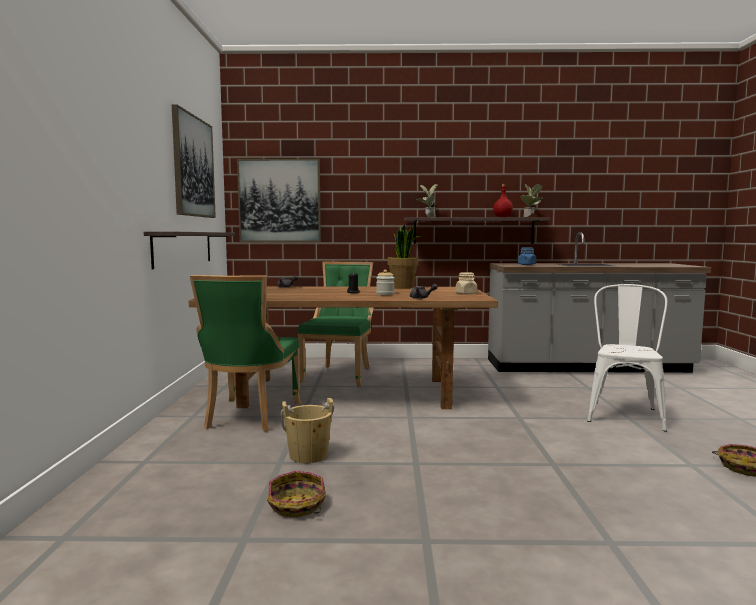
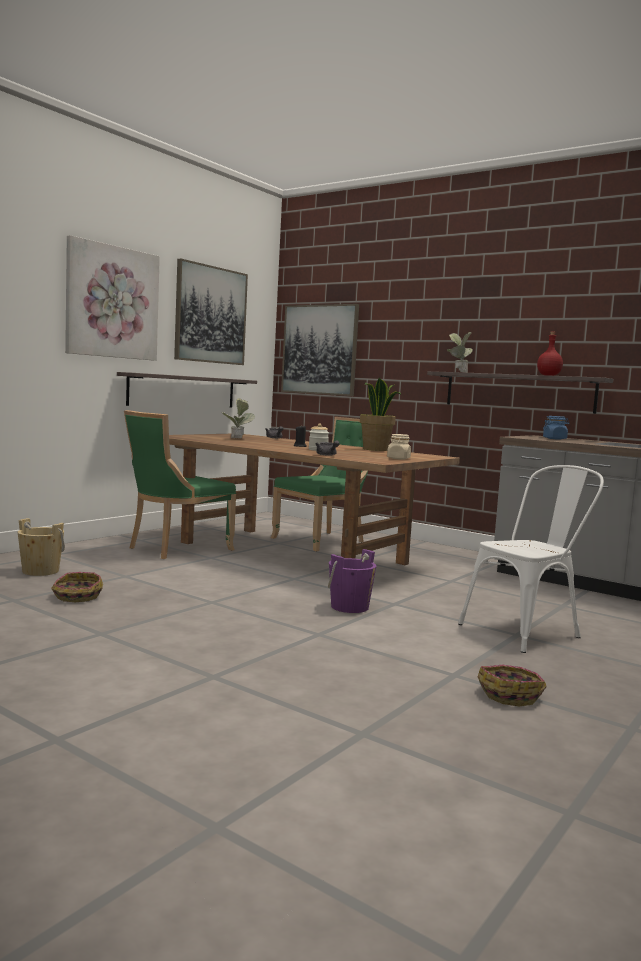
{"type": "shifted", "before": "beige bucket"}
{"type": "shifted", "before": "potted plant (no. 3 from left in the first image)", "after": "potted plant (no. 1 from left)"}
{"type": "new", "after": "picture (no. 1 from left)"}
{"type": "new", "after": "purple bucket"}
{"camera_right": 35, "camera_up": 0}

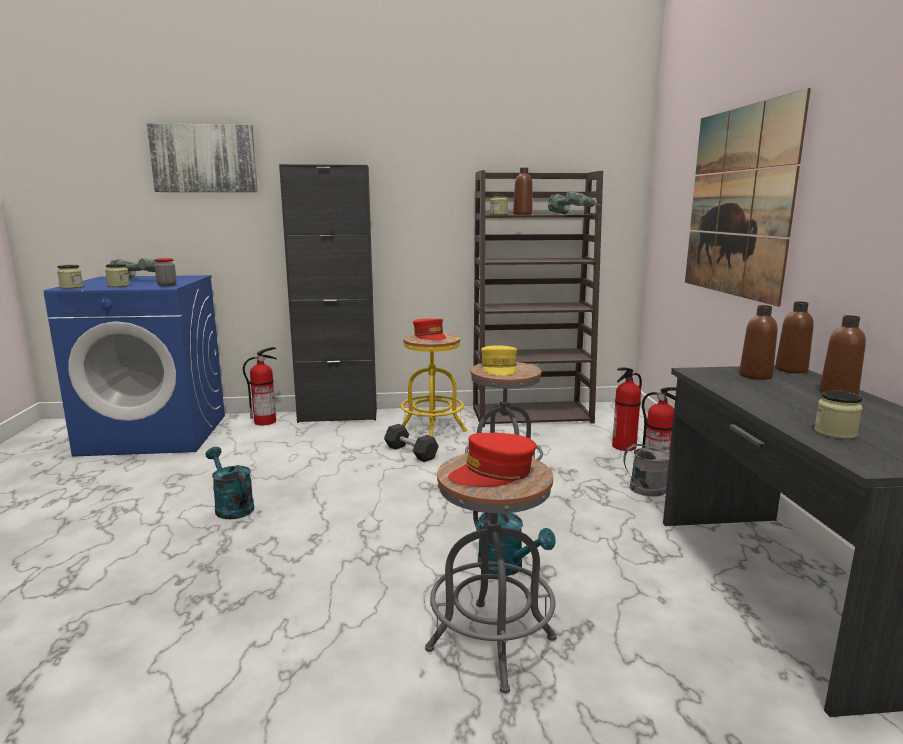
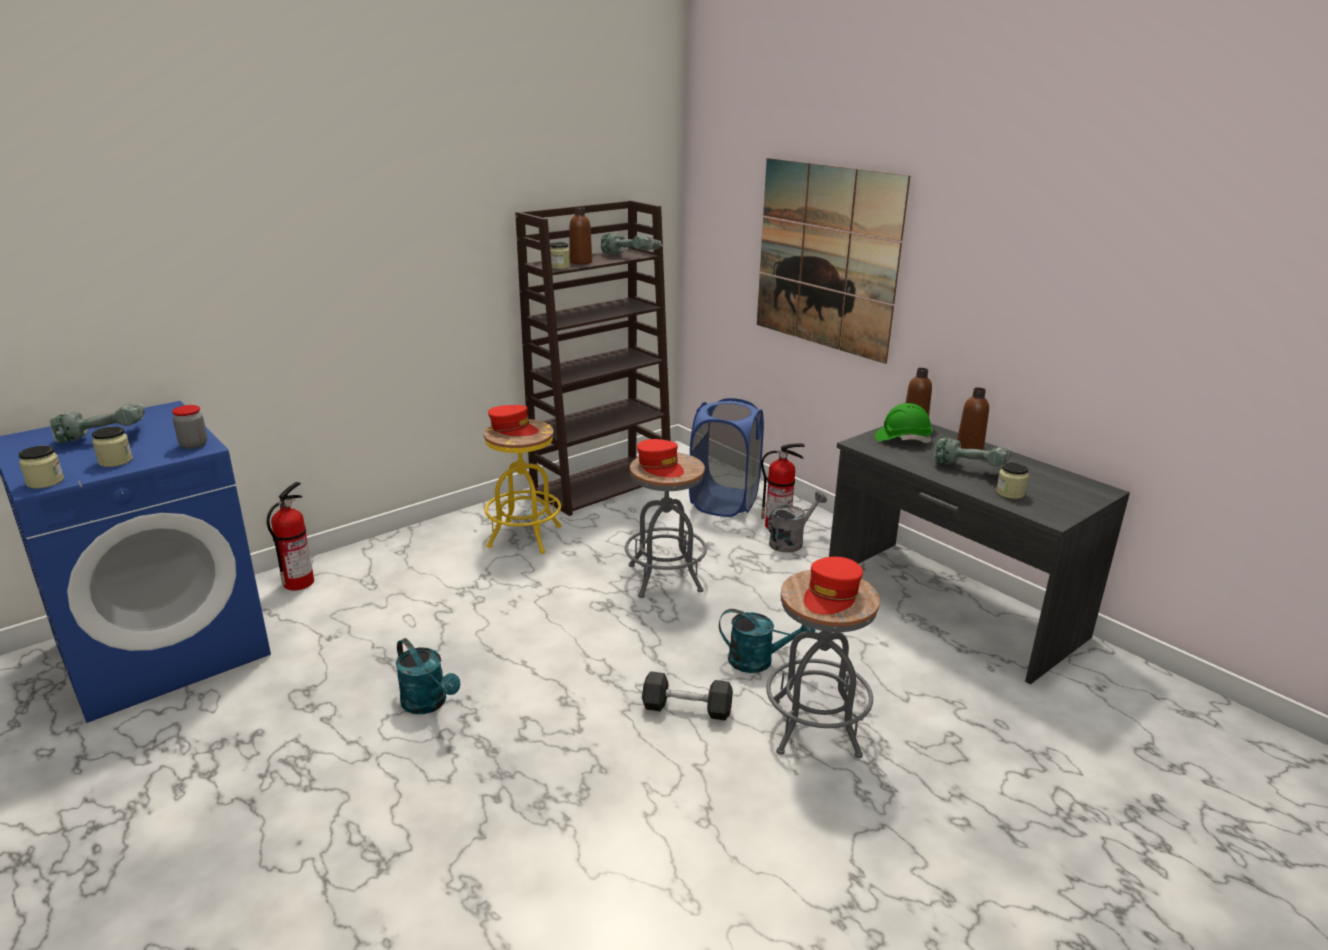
{"type": "gone", "before": "picture (no. 1 from left)"}
{"type": "rotated", "before": "turquoise watering can (no. 1 from left)", "turn": -150}
{"type": "gone", "before": "black cabinet"}
{"type": "shifted", "before": "grey dumbbell"}
{"type": "repainted", "before": "yellow cap", "after": "red cap (no. 2 from left)"}
{"type": "swapped", "before": "fire extinguisher (no. 2 from left)", "after": "blue laundry basket"}
{"type": "swapped", "before": "brown bottle (no. 2 from left)", "after": "green hard hat"}
{"type": "new", "after": "power drill (no. 3 from left)"}
{"camera_right": -35, "camera_up": 10}

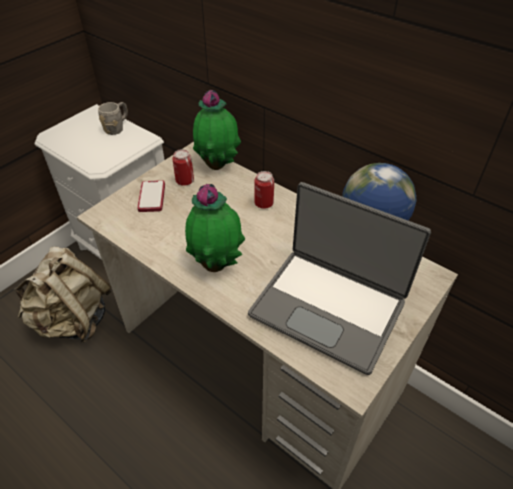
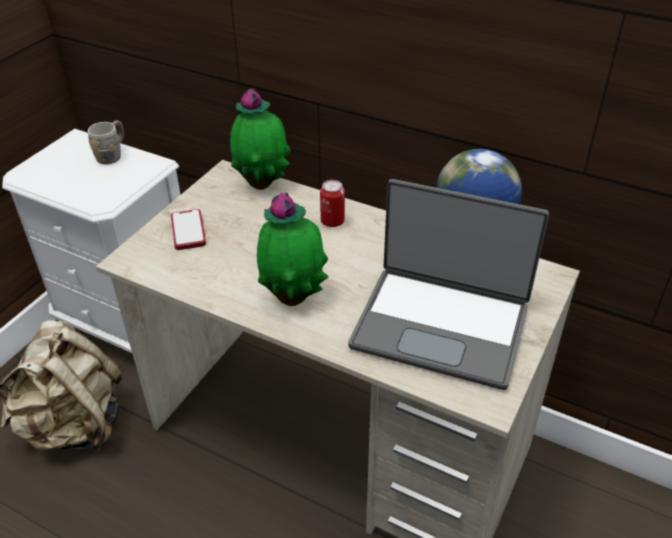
{"type": "gone", "before": "can (no. 1 from left)"}
{"camera_right": -10, "camera_up": -5}

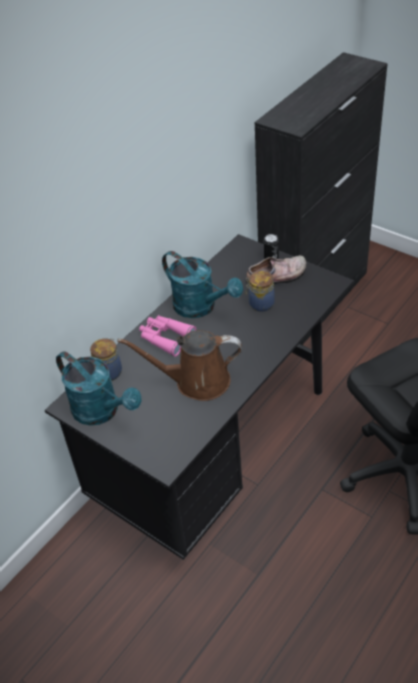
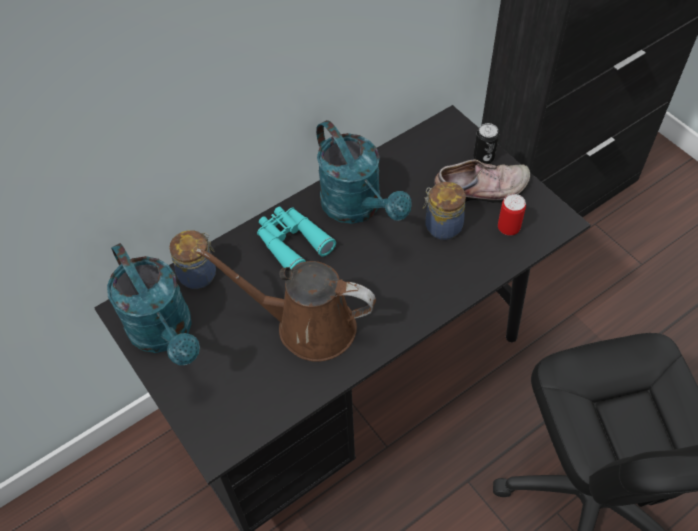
{"type": "repainted", "before": "pink binoculars", "after": "turquoise binoculars"}
{"type": "new", "after": "can (no. 2 from left)"}
{"camera_right": 15, "camera_up": 10}

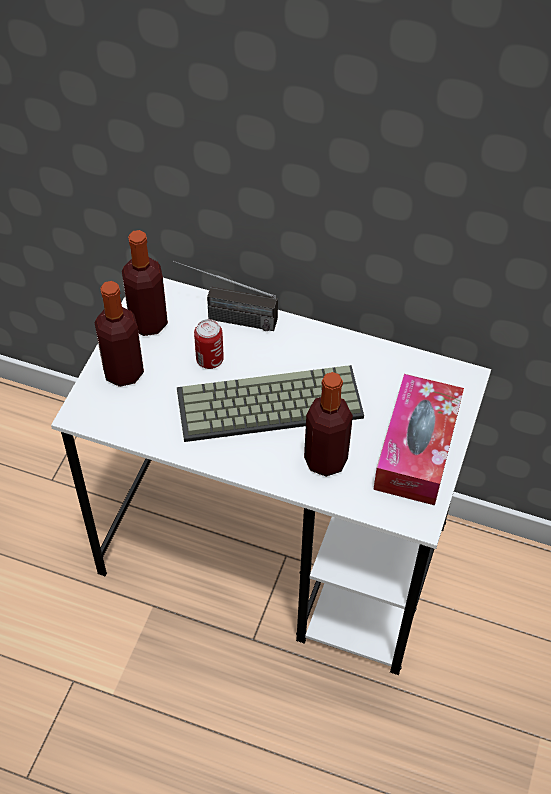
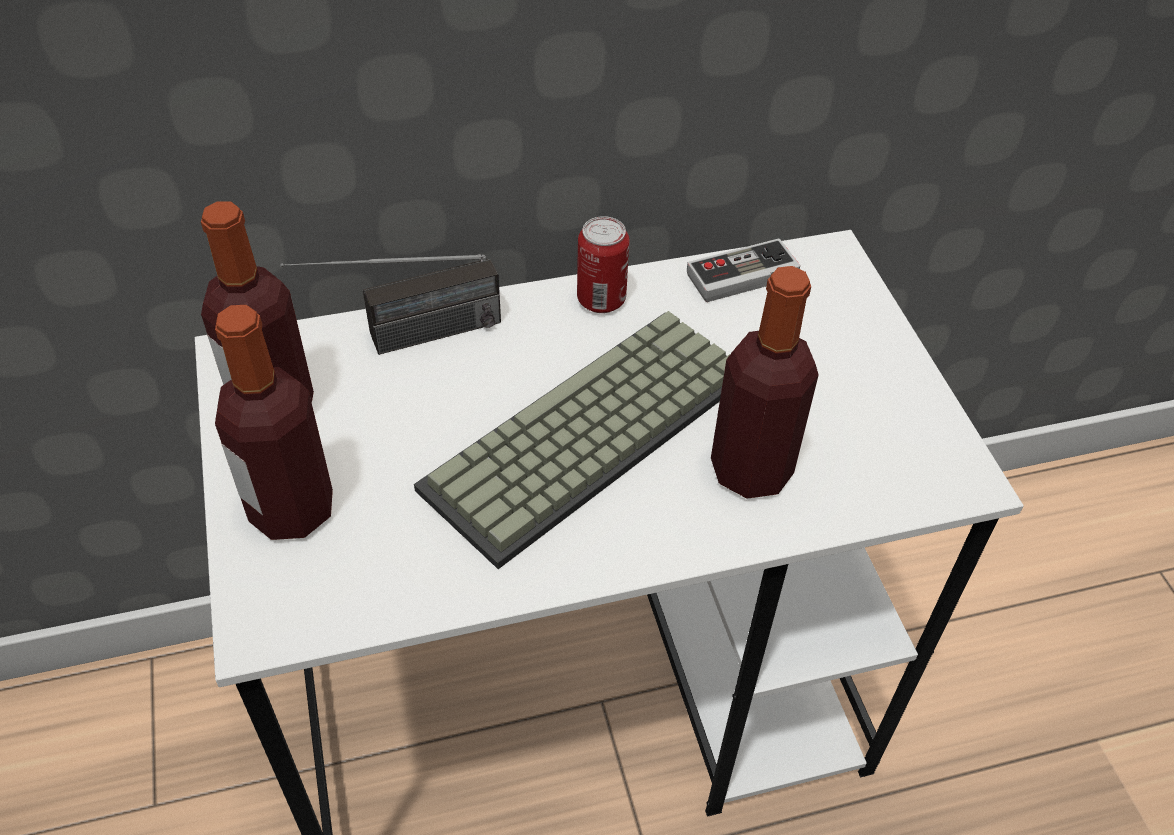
{"type": "shifted", "before": "can"}
{"type": "gone", "before": "tissue box"}
{"type": "new", "after": "game controller"}
{"camera_right": -35, "camera_up": -5}

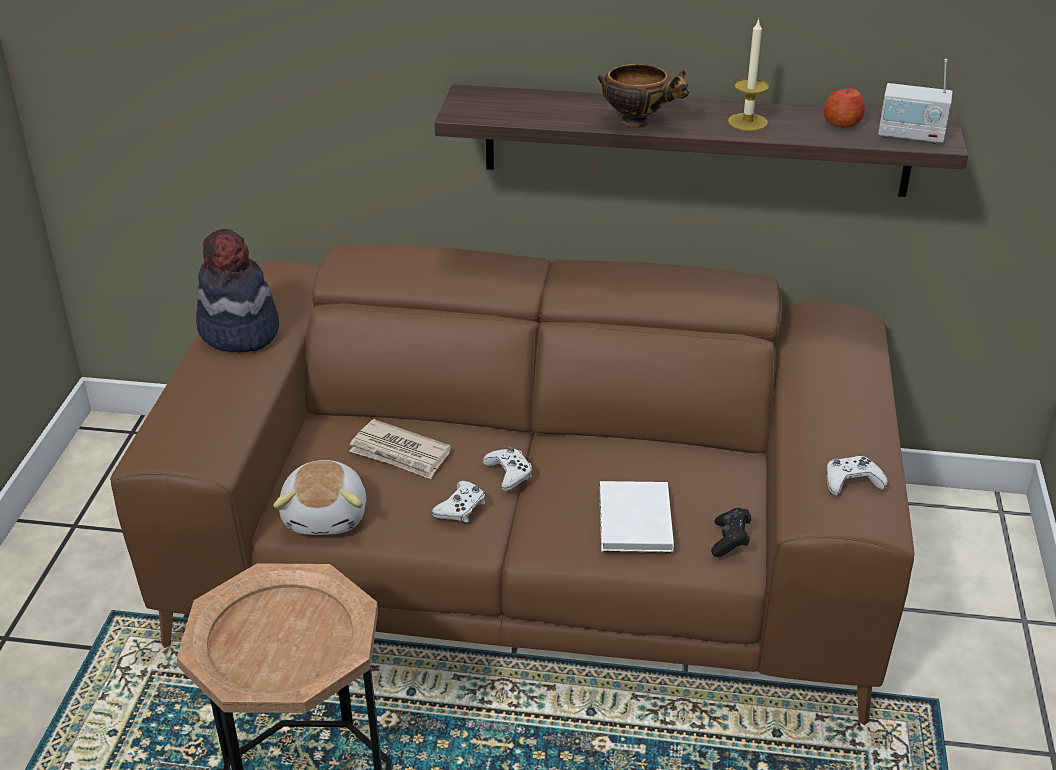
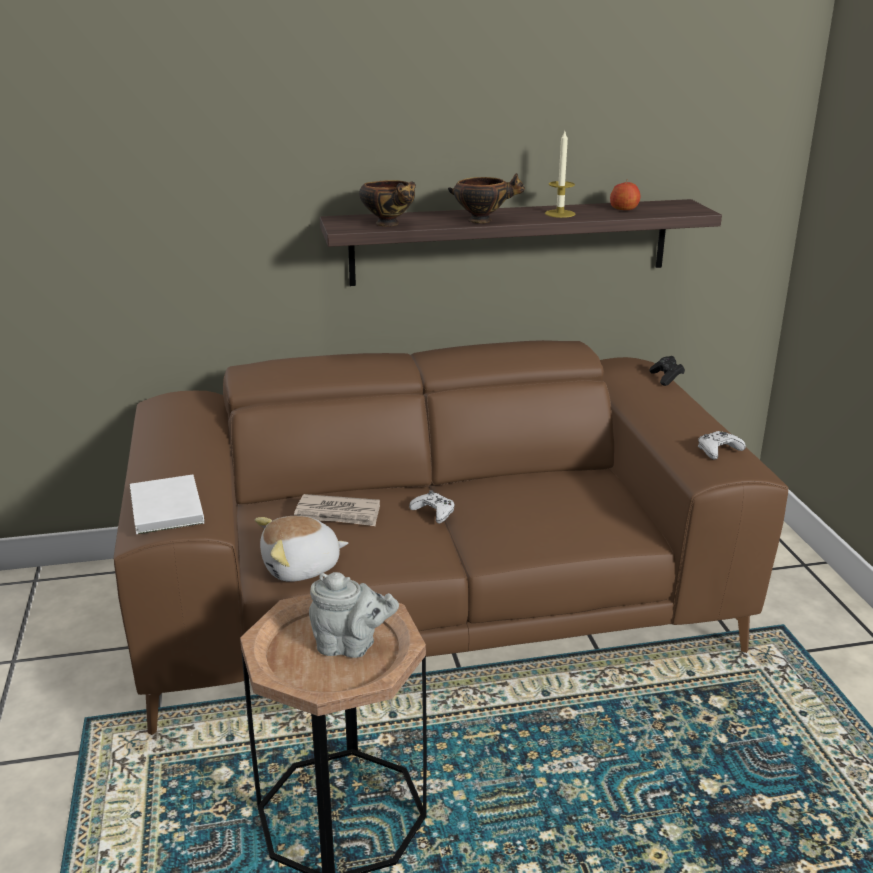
{"type": "gone", "before": "hat"}
{"type": "rotated", "before": "plush toy", "turn": 90}
{"type": "gone", "before": "white game controller (no. 1 from left)"}
{"type": "shifted", "before": "white book"}
{"type": "shifted", "before": "black game controller"}
{"type": "gone", "before": "radio"}
{"type": "new", "after": "grey teapot"}
{"type": "new", "after": "bowl (no. 1 from left)"}
{"camera_right": -20, "camera_up": -10}

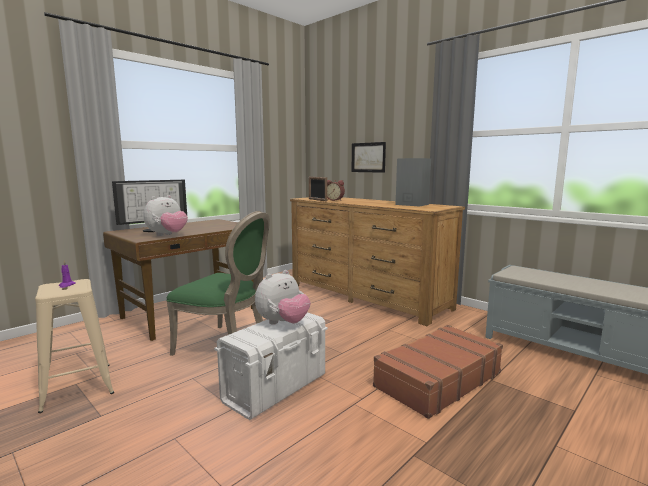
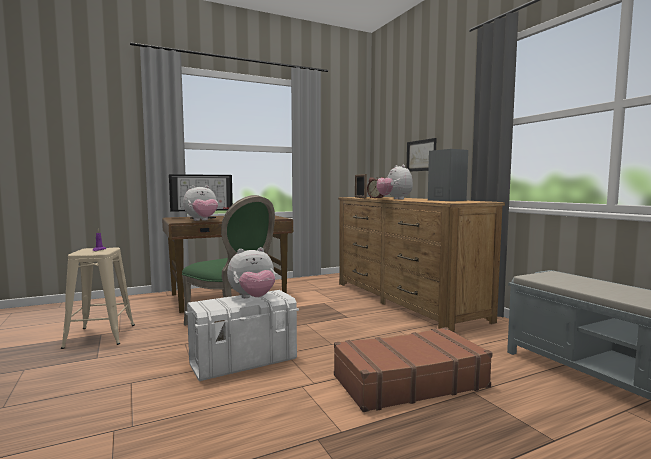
{"type": "new", "after": "plush toy (no. 3 from left)"}
{"camera_right": 20, "camera_up": -5}

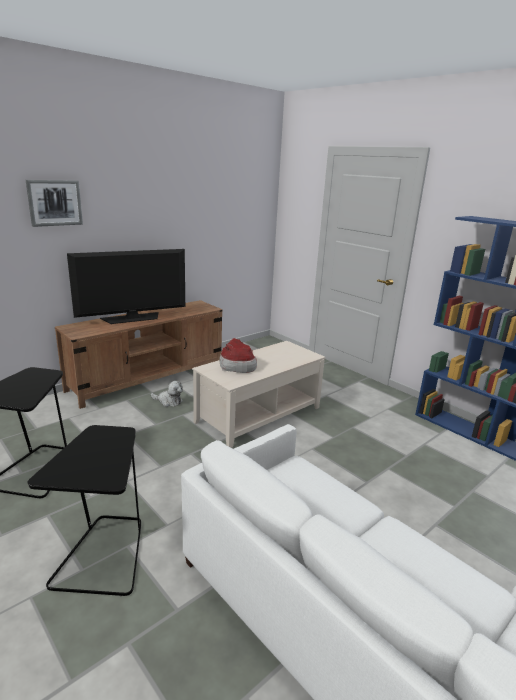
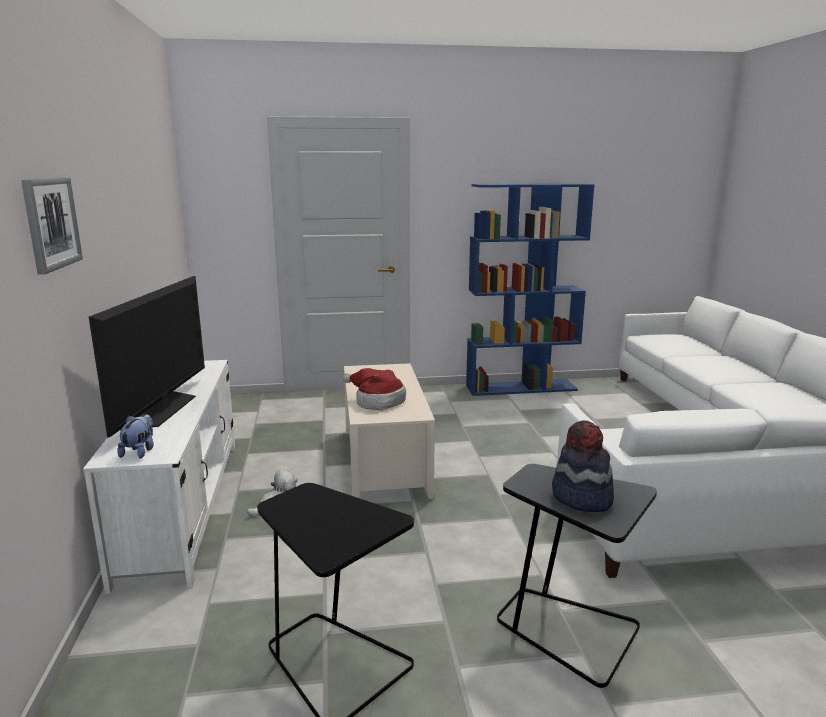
{"type": "repainted", "before": "brown tv stand", "after": "white tv stand"}
{"type": "new", "after": "plush toy (no. 1 from left)"}
{"type": "new", "after": "hat (no. 2 from left)"}
{"camera_right": -55, "camera_up": -5}

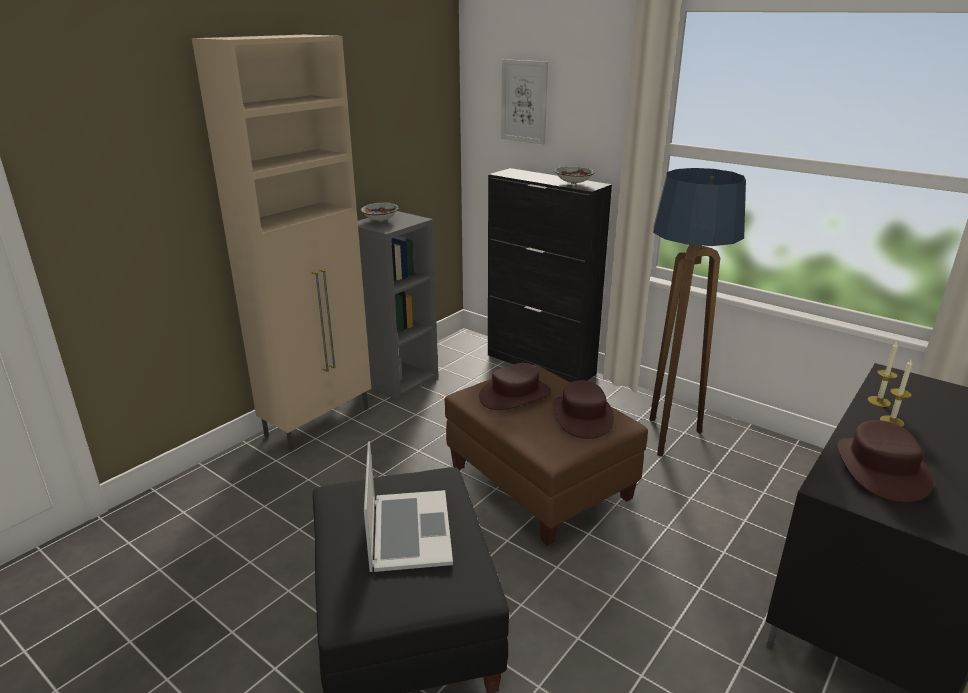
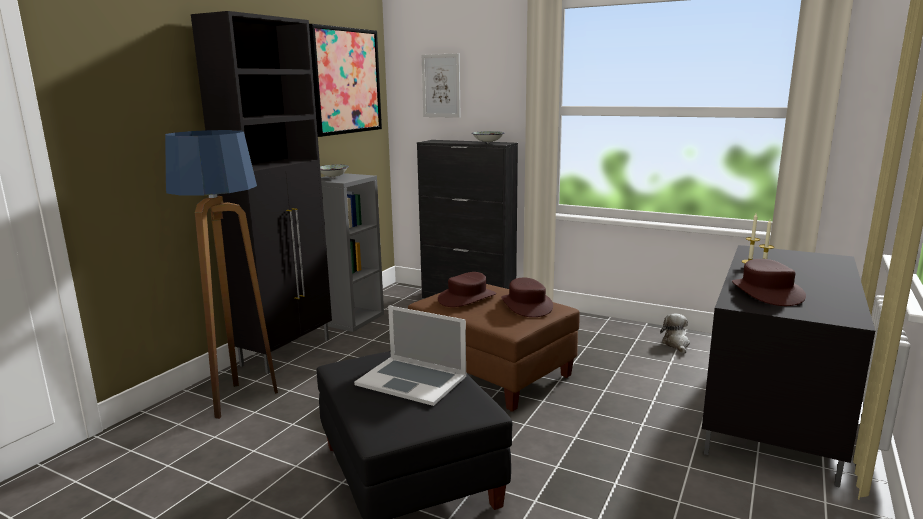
{"type": "repainted", "before": "beige cabinet", "after": "black cabinet (no. 1 from left)"}
{"type": "rotated", "before": "laptop", "turn": 135}
{"type": "shifted", "before": "floor lamp"}
{"type": "new", "after": "picture (no. 1 from left)"}
{"type": "new", "after": "plush toy"}
{"camera_right": -10, "camera_up": -10}

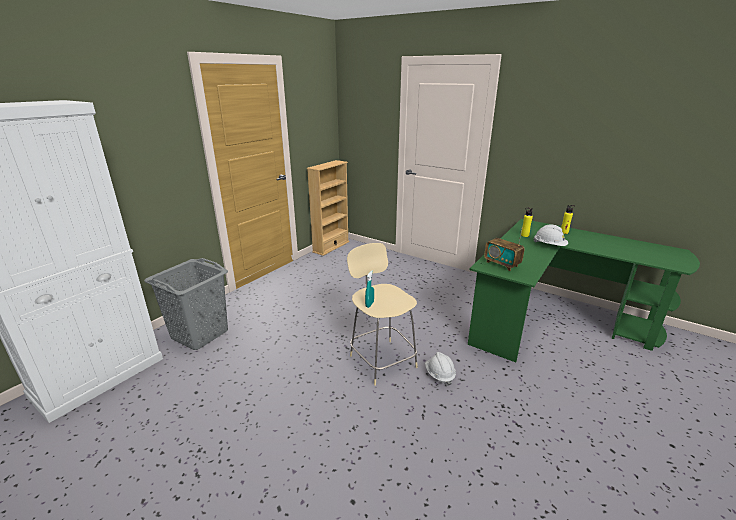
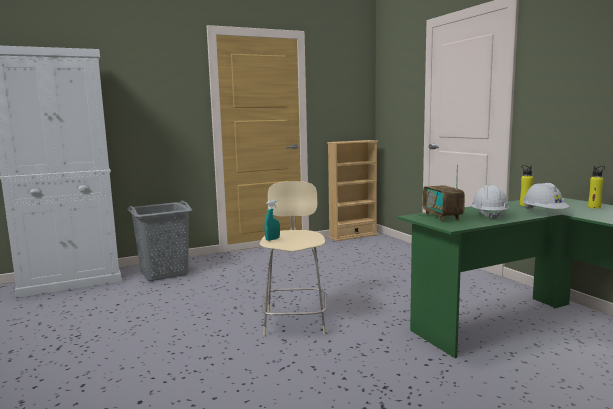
{"type": "shifted", "before": "white hard hat (no. 1 from left)"}
{"camera_right": 30, "camera_up": -15}

